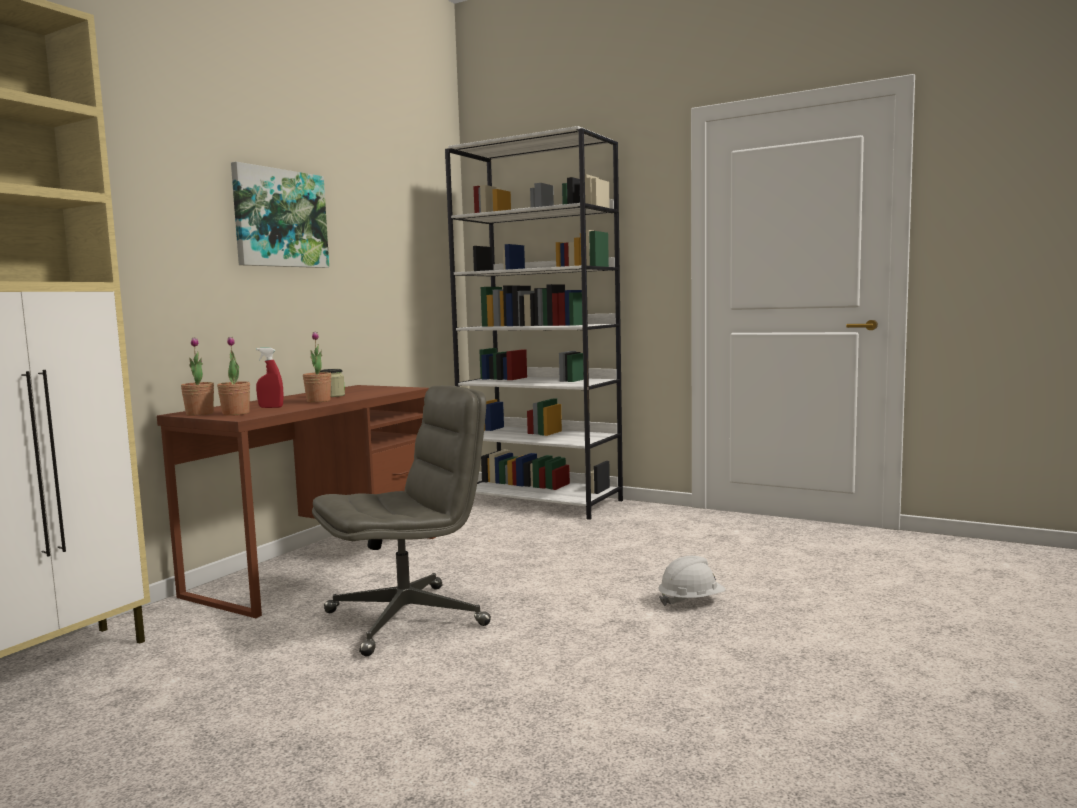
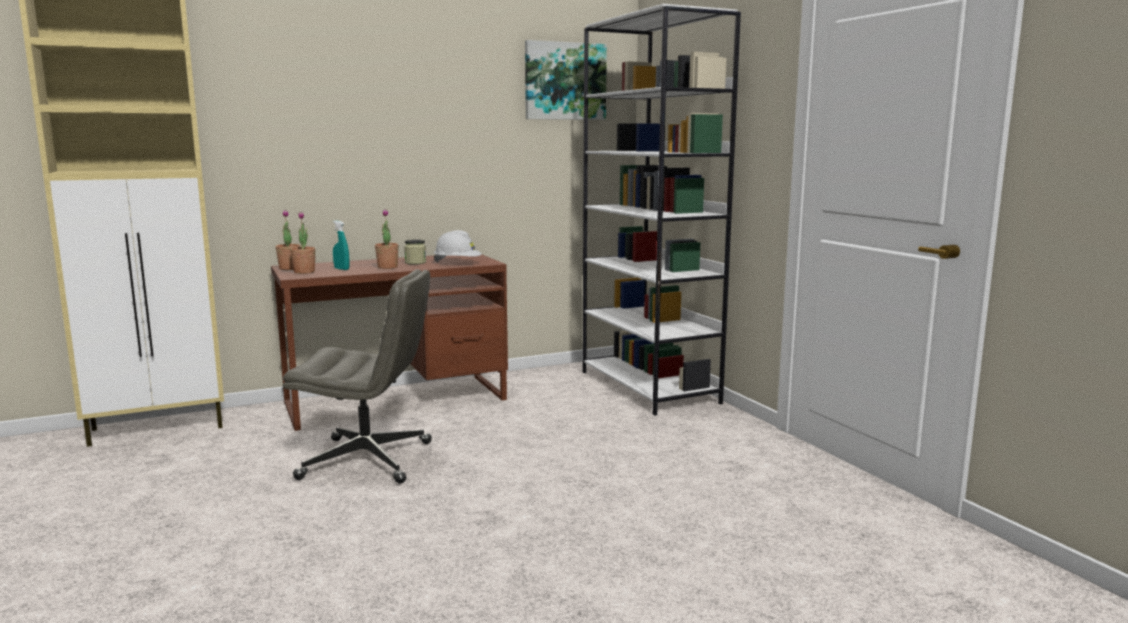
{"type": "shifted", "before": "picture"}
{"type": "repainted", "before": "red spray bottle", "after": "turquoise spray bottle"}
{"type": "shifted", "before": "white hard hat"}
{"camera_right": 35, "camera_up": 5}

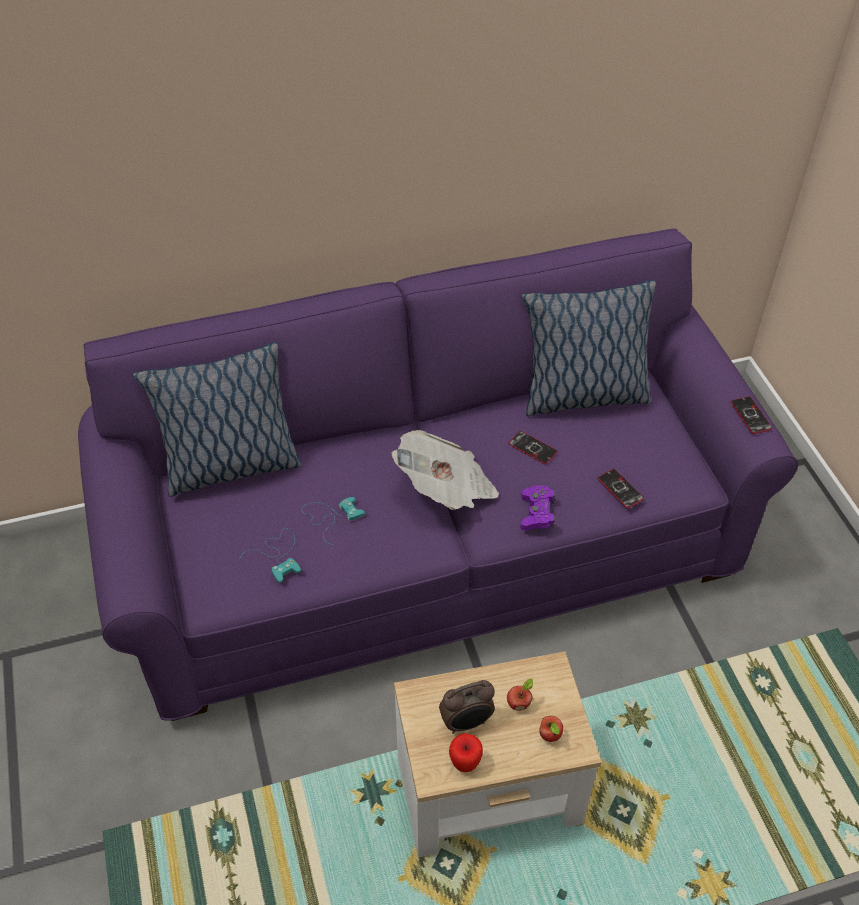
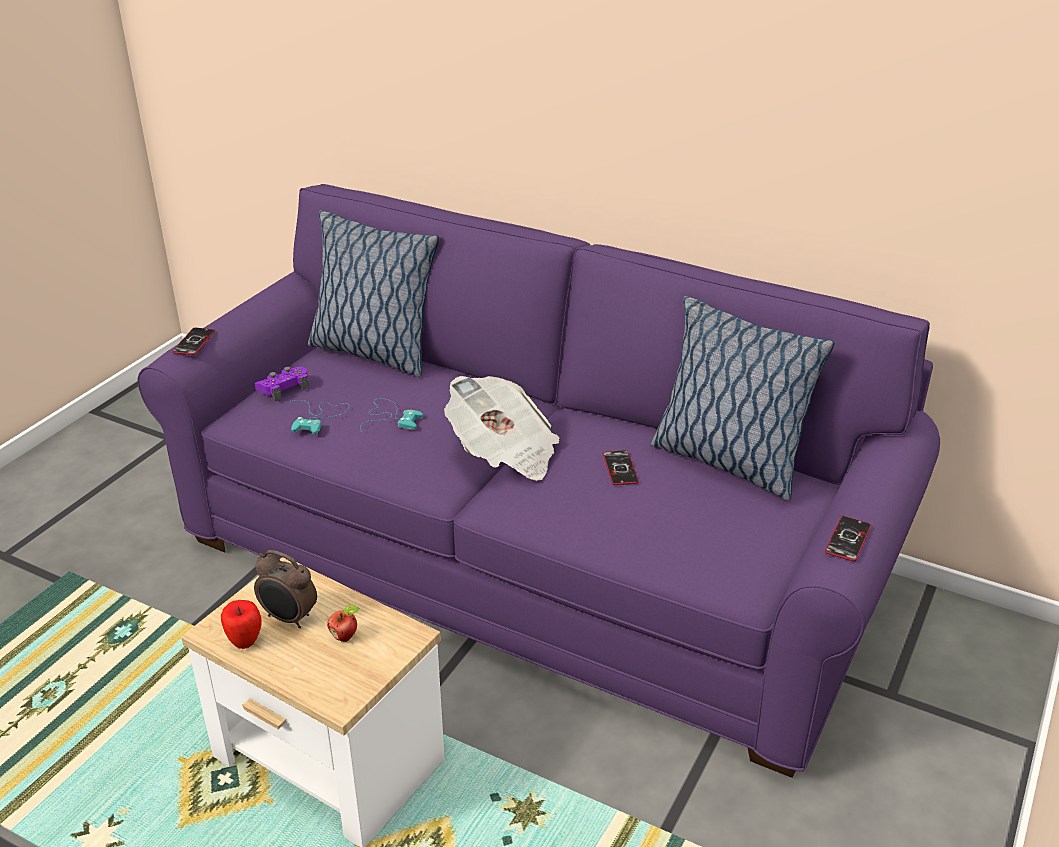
{"type": "shifted", "before": "purple game controller"}
{"type": "gone", "before": "apple (no. 3 from left)"}
{"type": "shifted", "before": "phone (no. 2 from left in the first image)", "after": "phone (no. 1 from left)"}
{"camera_right": 45, "camera_up": -15}

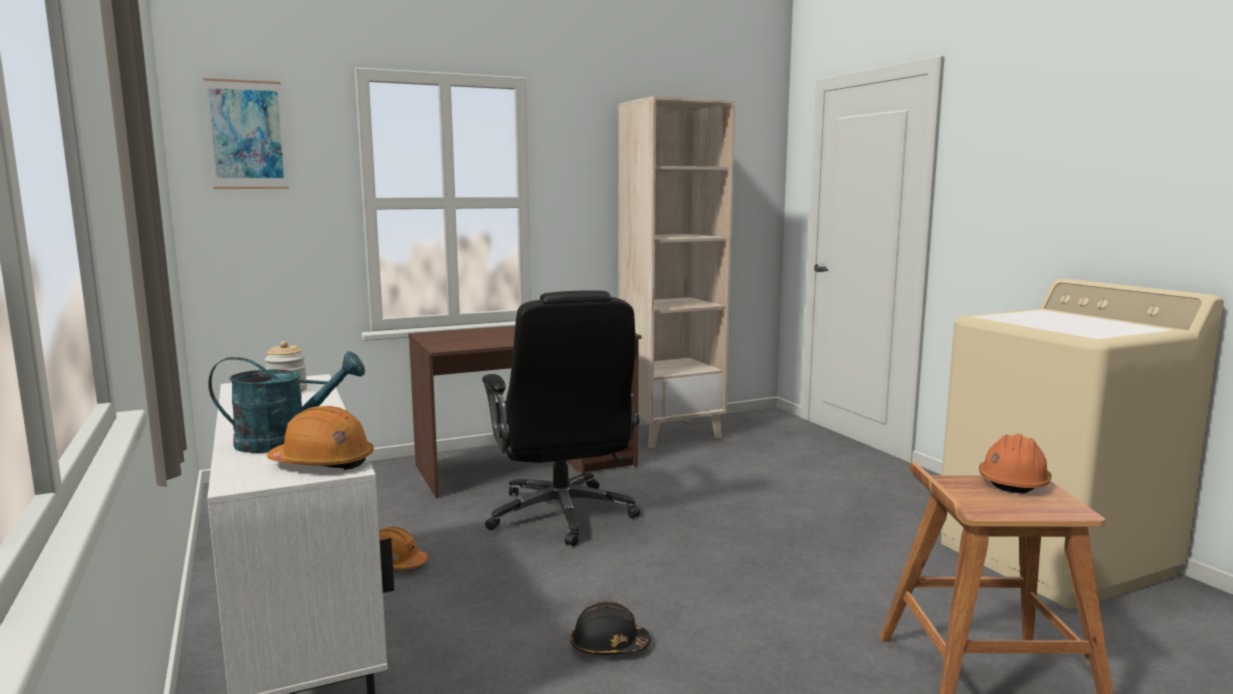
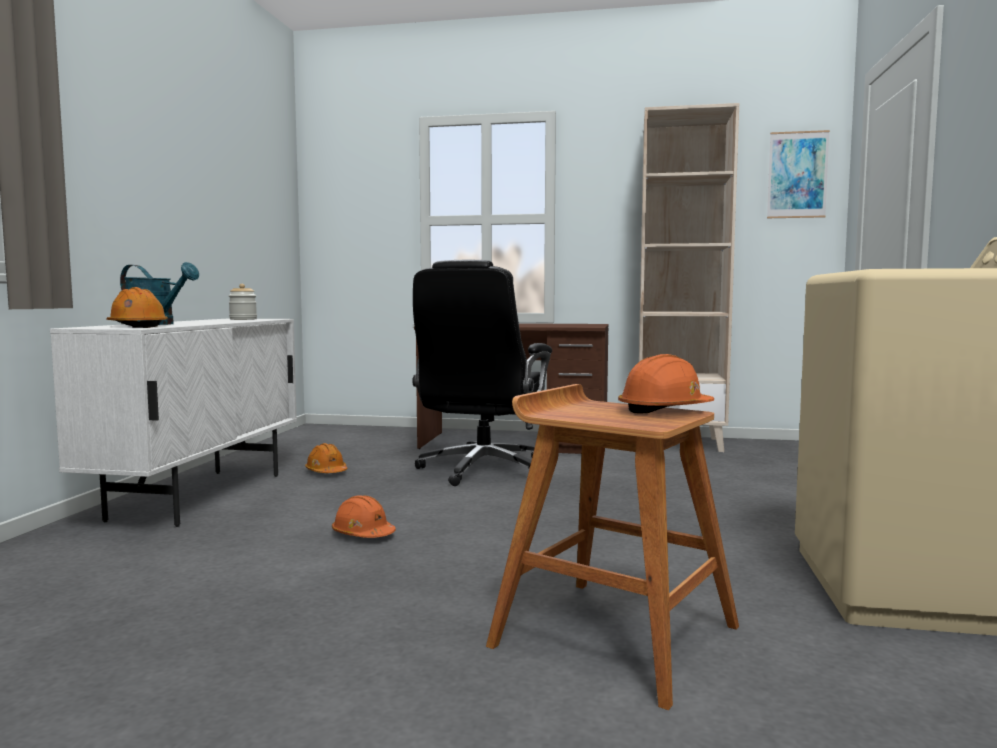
{"type": "shifted", "before": "picture"}
{"type": "repainted", "before": "black hard hat", "after": "orange hard hat (no. 3 from left)"}
{"camera_right": 35, "camera_up": -5}

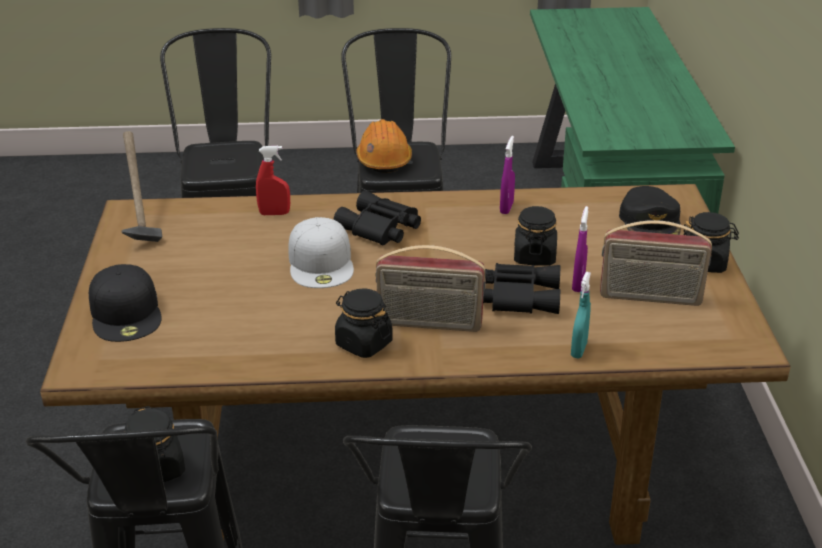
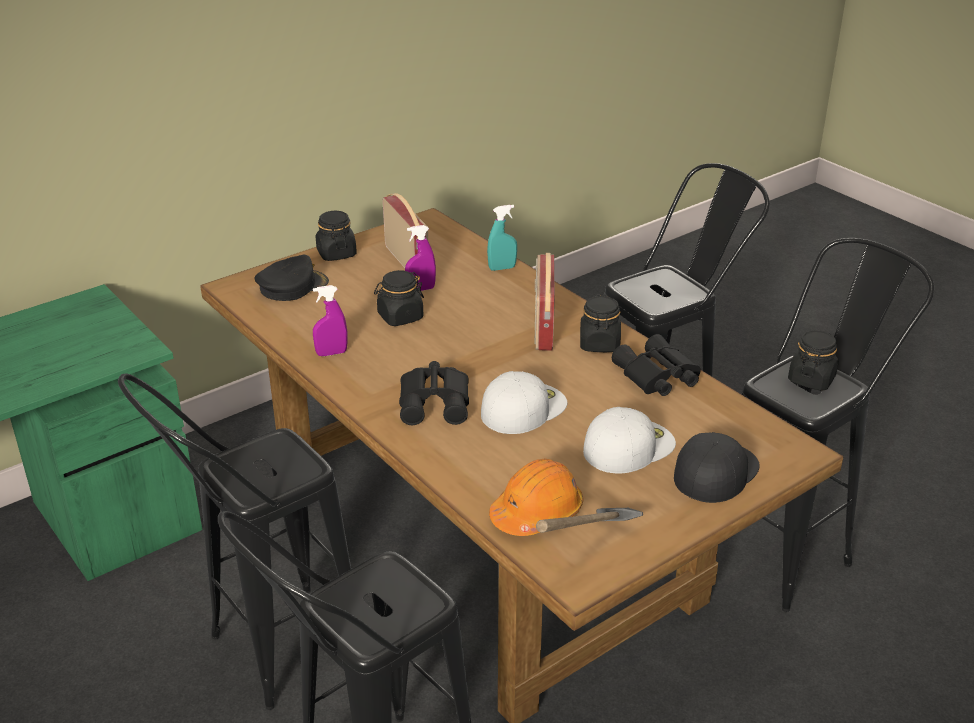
{"type": "gone", "before": "red spray bottle"}
{"type": "shifted", "before": "orange hard hat"}
{"type": "rotated", "before": "radio (no. 1 from left in the first image)", "turn": -150}
{"type": "shifted", "before": "black binoculars (no. 2 from left)"}
{"type": "new", "after": "white cap (no. 2 from left)"}
{"camera_right": -125, "camera_up": 0}

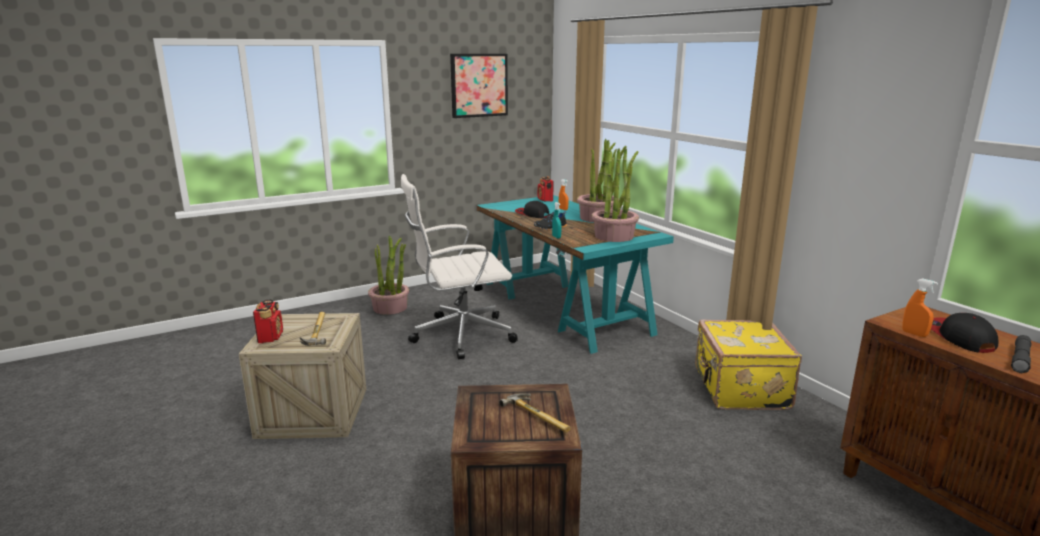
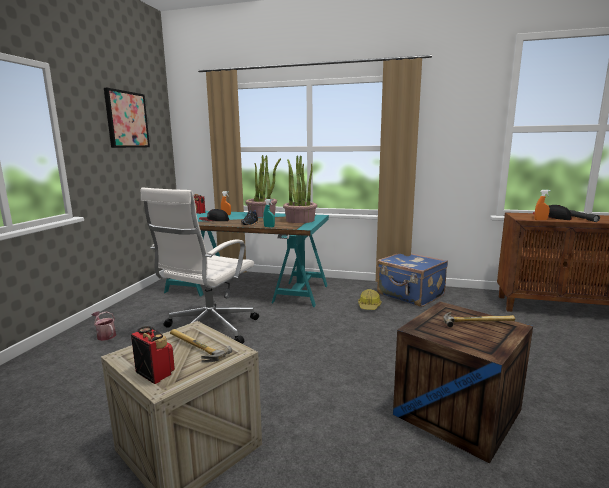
{"type": "swapped", "before": "potted plant (no. 1 from left)", "after": "watering can"}
{"type": "repainted", "before": "yellow suitcase", "after": "blue suitcase"}
{"type": "new", "after": "hard hat"}
{"camera_right": -45, "camera_up": -5}

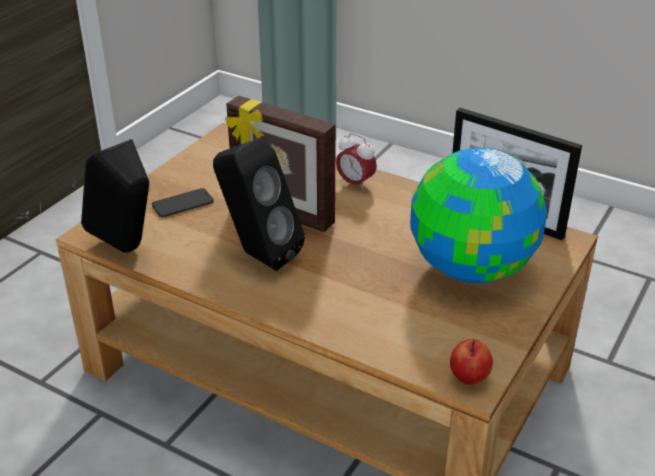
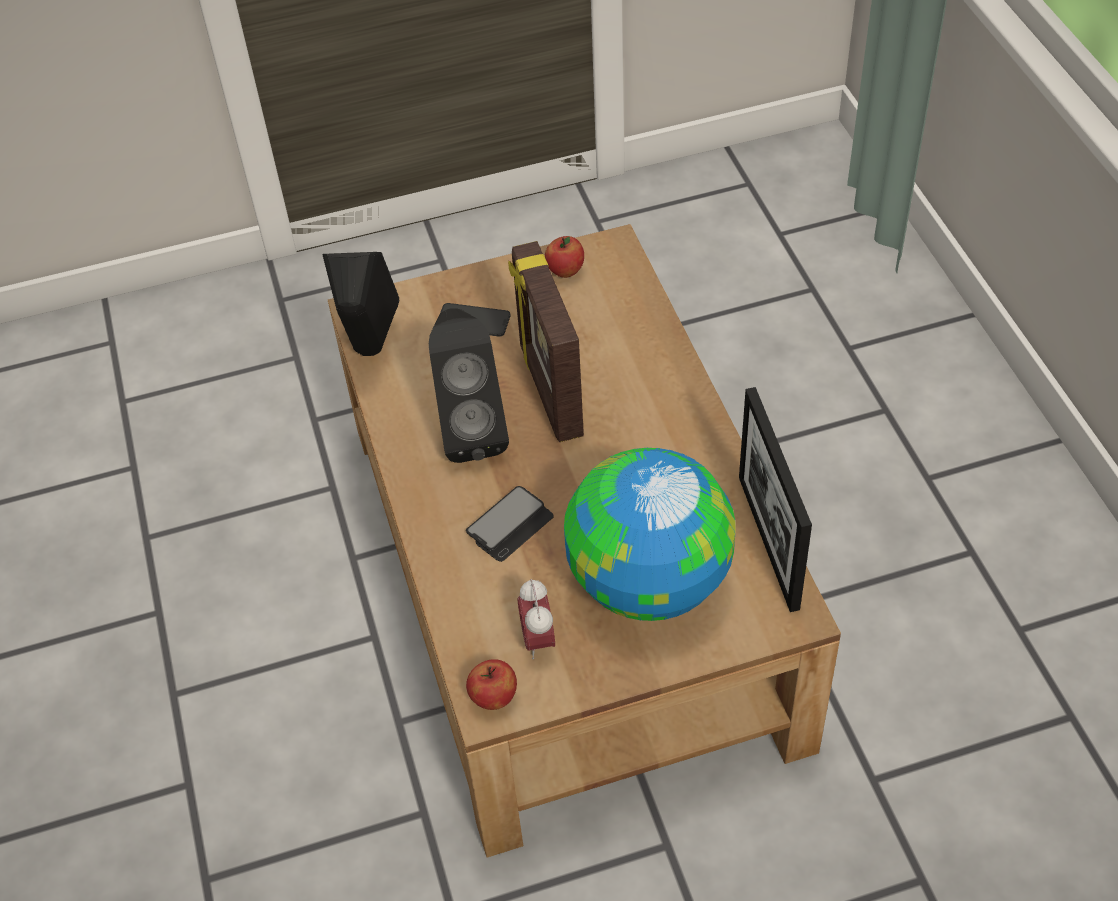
{"type": "shifted", "before": "alarm clock"}
{"type": "new", "after": "phone (no. 2 from left)"}
{"type": "new", "after": "apple (no. 2 from left)"}
{"camera_right": 45, "camera_up": 15}

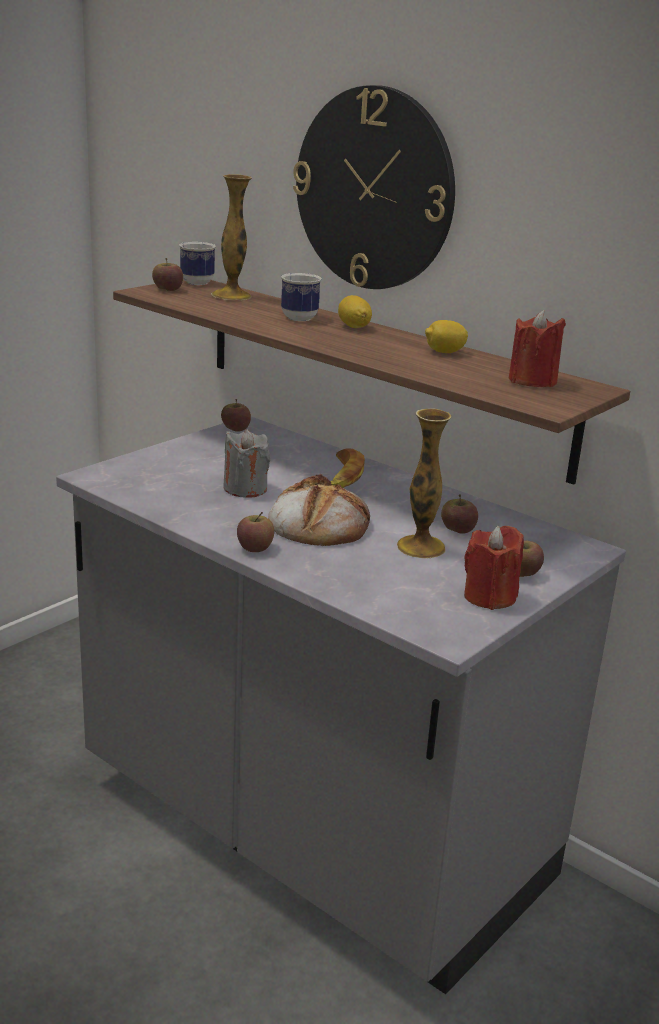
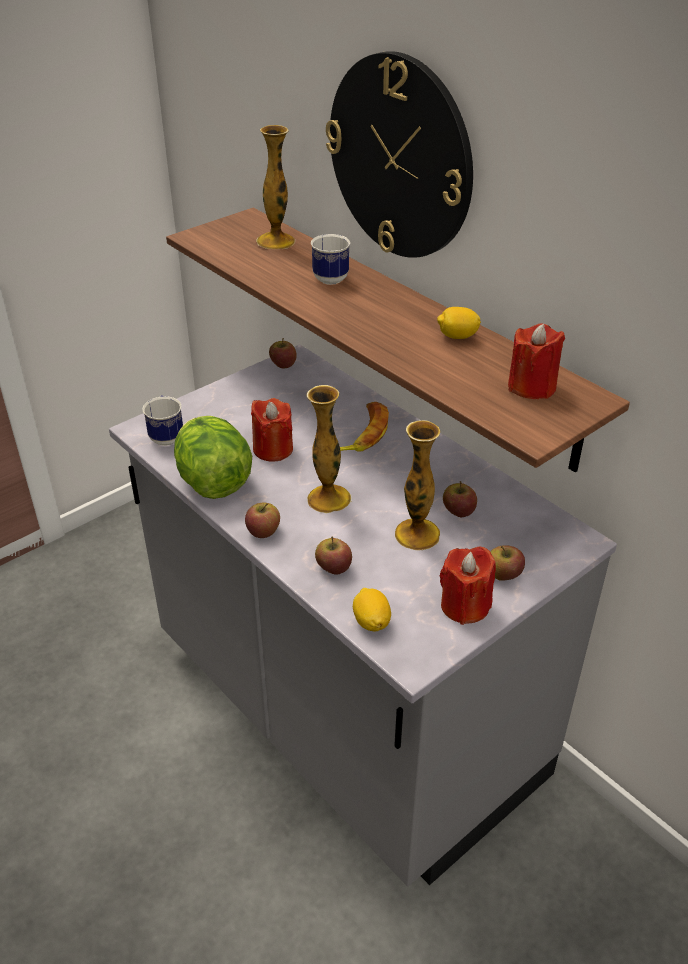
{"type": "shifted", "before": "apple (no. 1 from left in the first image)", "after": "apple (no. 3 from left)"}
{"type": "shifted", "before": "mug (no. 1 from left)"}
{"type": "repainted", "before": "grey candle", "after": "red candle (no. 1 from left)"}
{"type": "swapped", "before": "bread", "after": "vase (no. 2 from left)"}
{"type": "shifted", "before": "lemon (no. 1 from left)"}
{"type": "new", "after": "lettuce"}
{"camera_right": 10, "camera_up": 15}

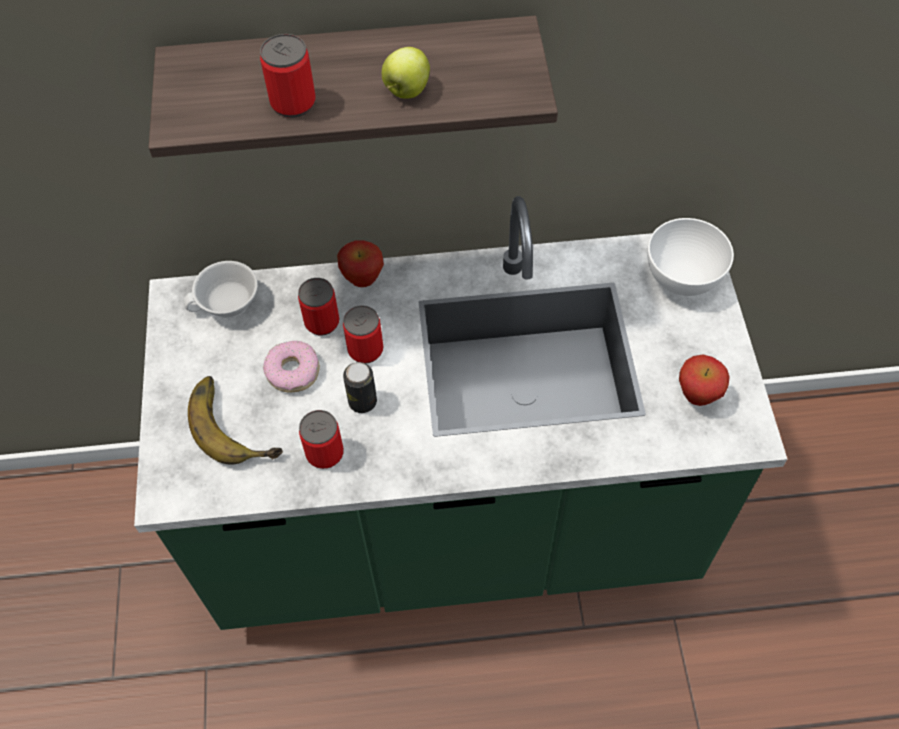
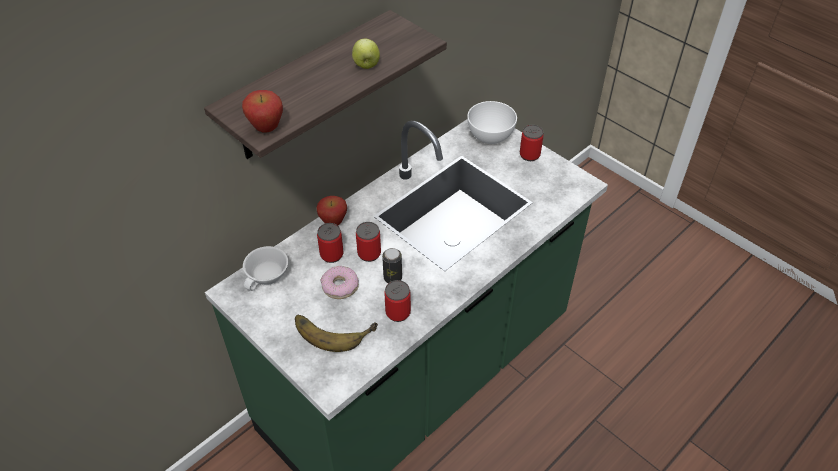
{"type": "shifted", "before": "can (no. 1 from left in the first image)", "after": "can (no. 5 from left)"}
{"type": "shifted", "before": "apple (no. 3 from left in the first image)", "after": "apple (no. 1 from left)"}
{"camera_right": -40, "camera_up": -10}

